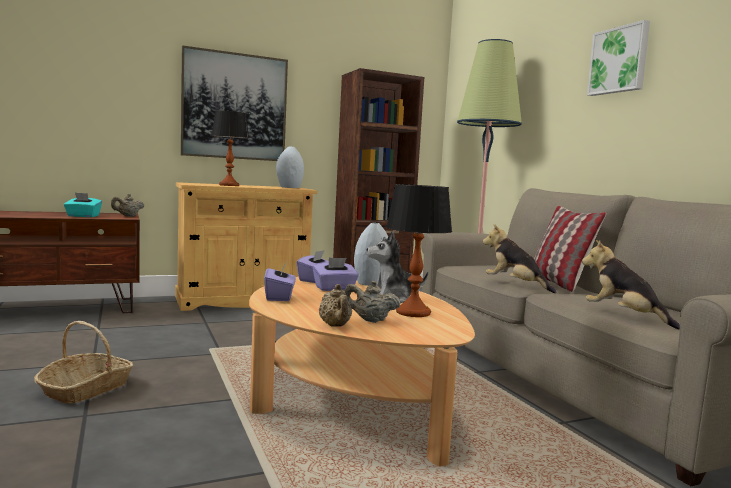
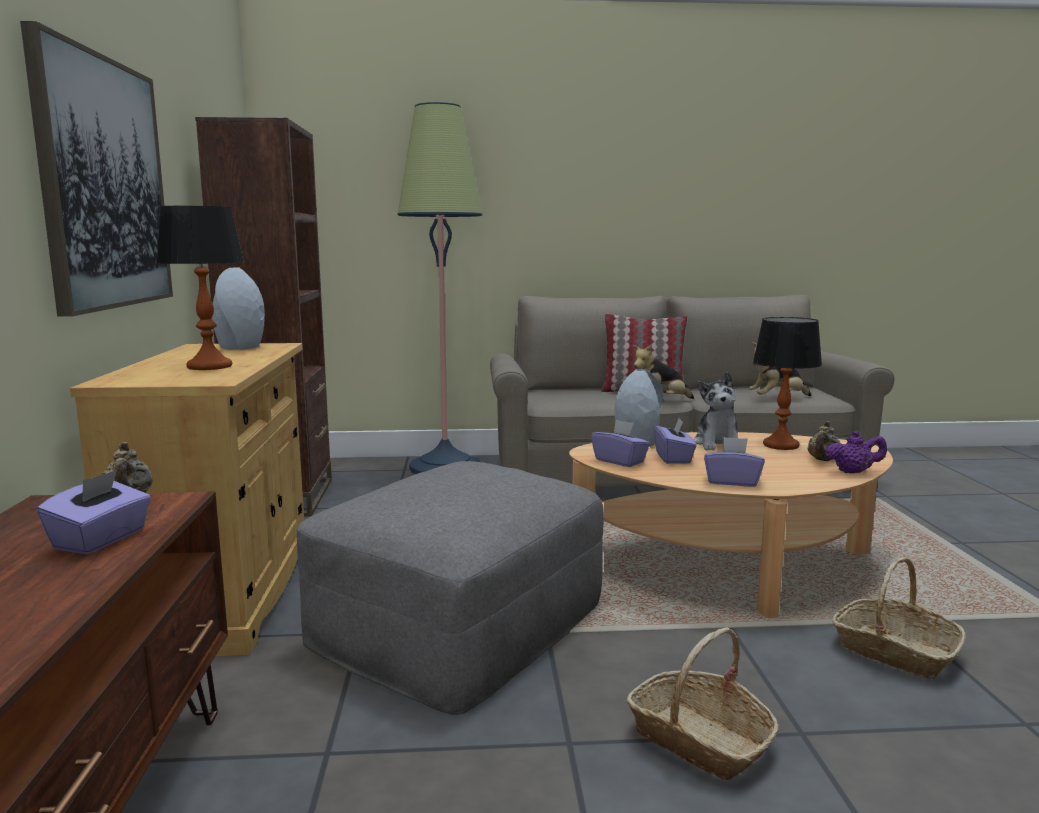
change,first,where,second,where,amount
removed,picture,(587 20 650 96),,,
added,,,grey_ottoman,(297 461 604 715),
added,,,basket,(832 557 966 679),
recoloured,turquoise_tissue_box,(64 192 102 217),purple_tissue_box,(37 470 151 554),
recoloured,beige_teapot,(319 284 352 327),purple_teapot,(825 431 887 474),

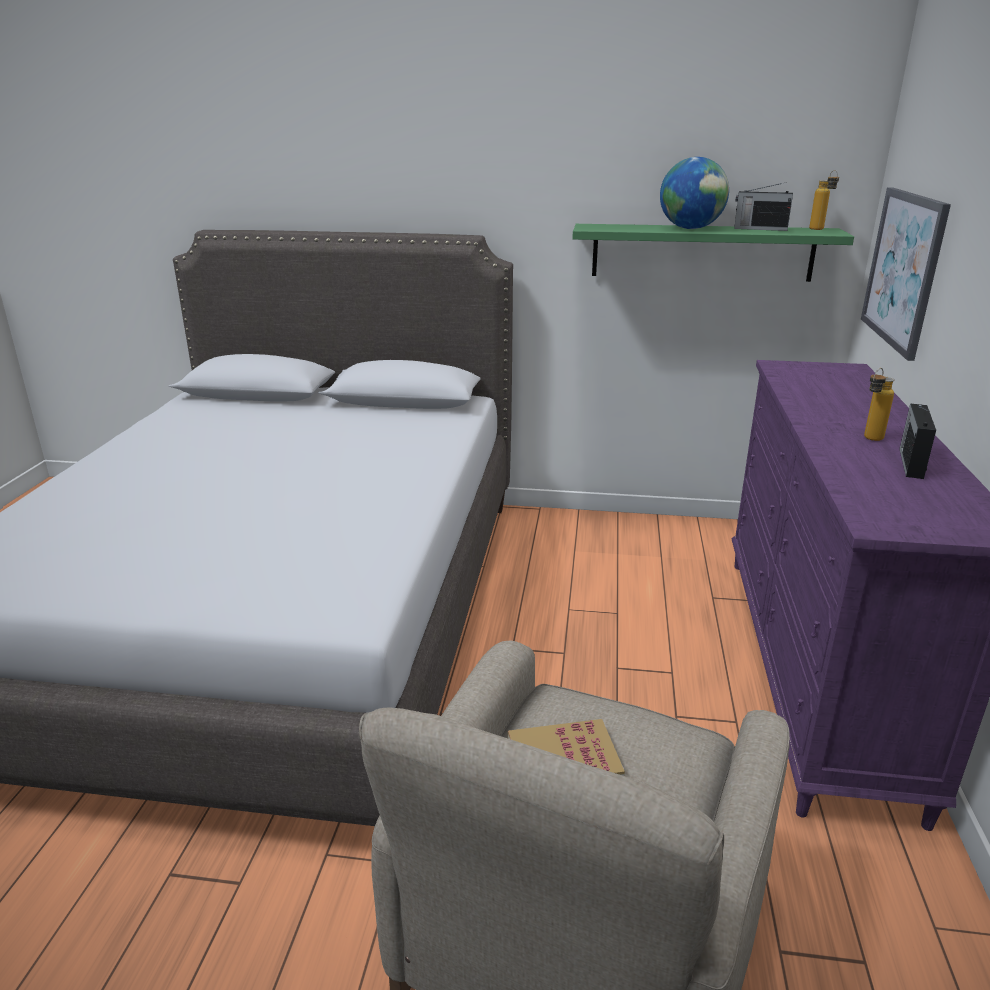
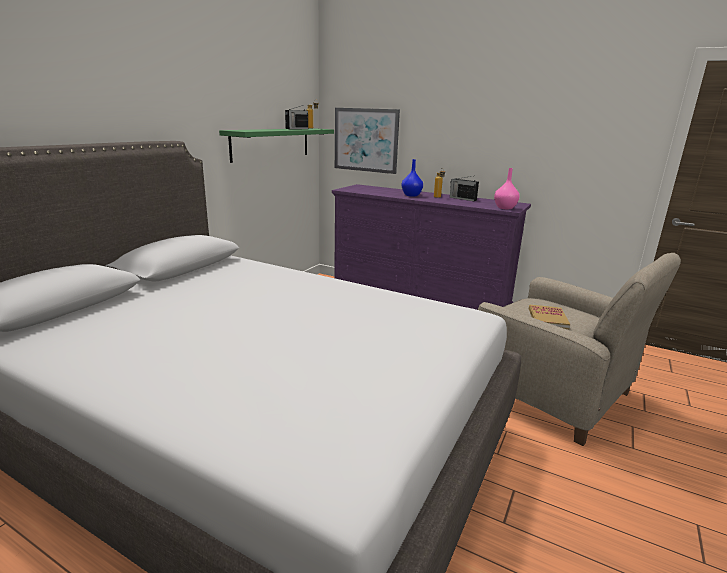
change,first,where,second,where,amount
removed,globe,(660 157 729 229),,,
added,,,blue_vase,(402 159 423 197),
added,,,pink_vase,(494 168 520 209),

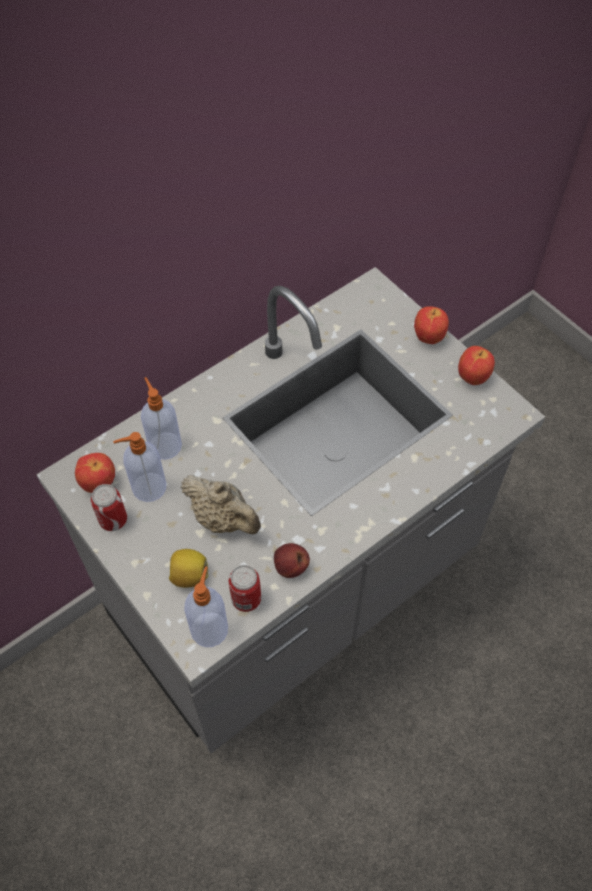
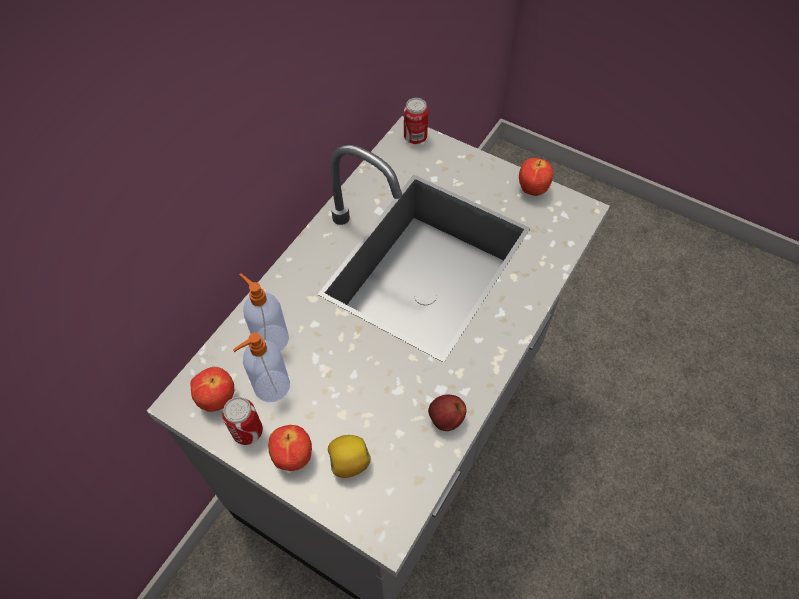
change,first,where,second,where,amount
removed,beige_teapot,(181 475 261 534),,,
removed,soap_dispenser,(184 566 228 647),,,
moved,can,(228 565 261 612),,(404 98 428 144),
moved,apple,(414 306 449 344),,(268 425 312 471),

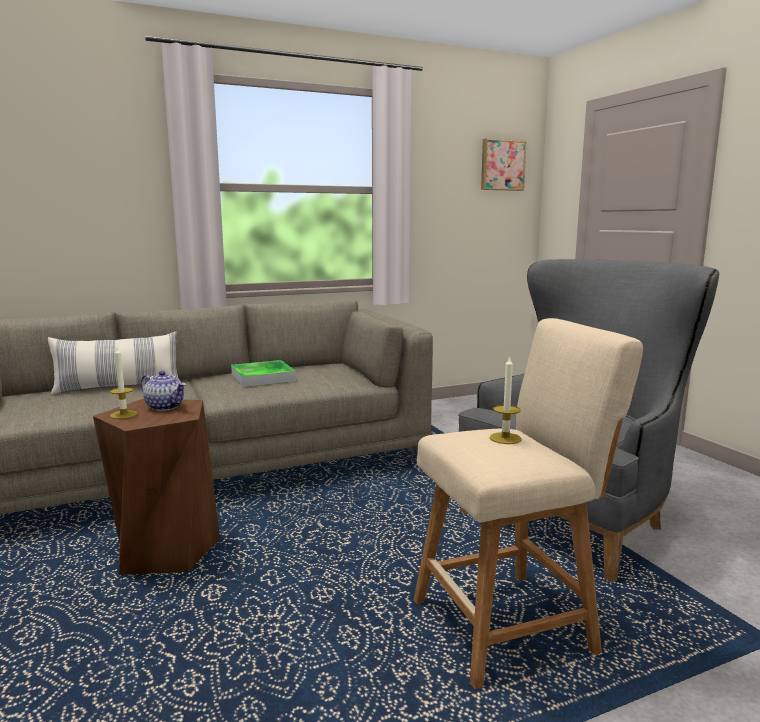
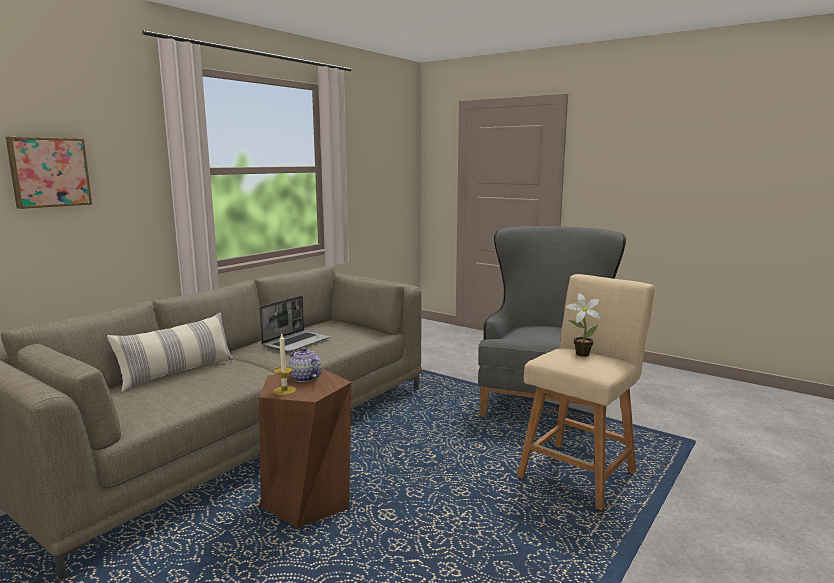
change,first,where,second,where,amount
moved,picture,(481 138 527 191),,(6 137 92 209),
replaced,tray,(231 360 296 387),laptop,(259 296 330 352),
replaced,candle,(490 356 522 444),potted_plant,(566 293 601 357),
turned,teapot,(141 371 186 411),,(288 348 322 382),135 degrees counterclockwise

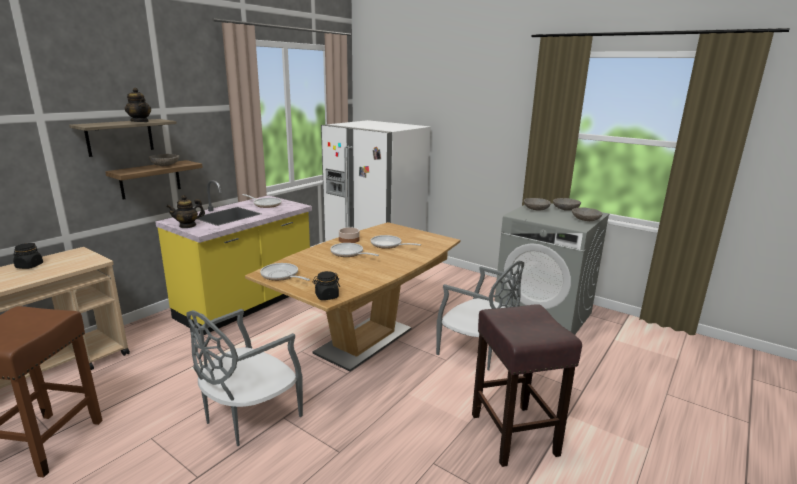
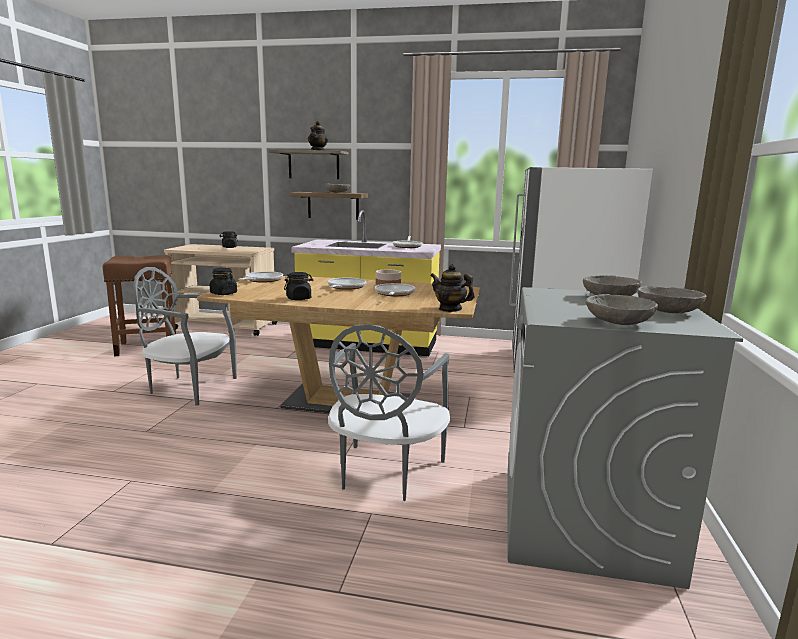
change,first,where,second,where,amount
removed,brown_stool,(472 304 582 467),,,
added,,,black_jar,(284 272 313 300),
moved,teapot,(166 195 205 228),,(430 264 474 312),

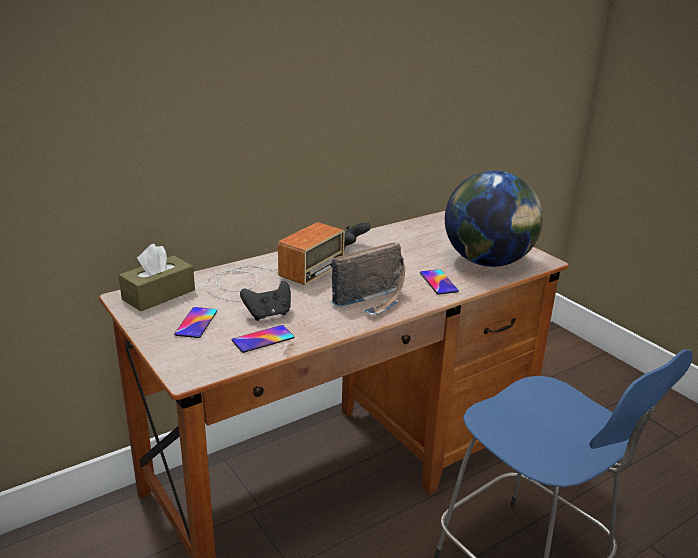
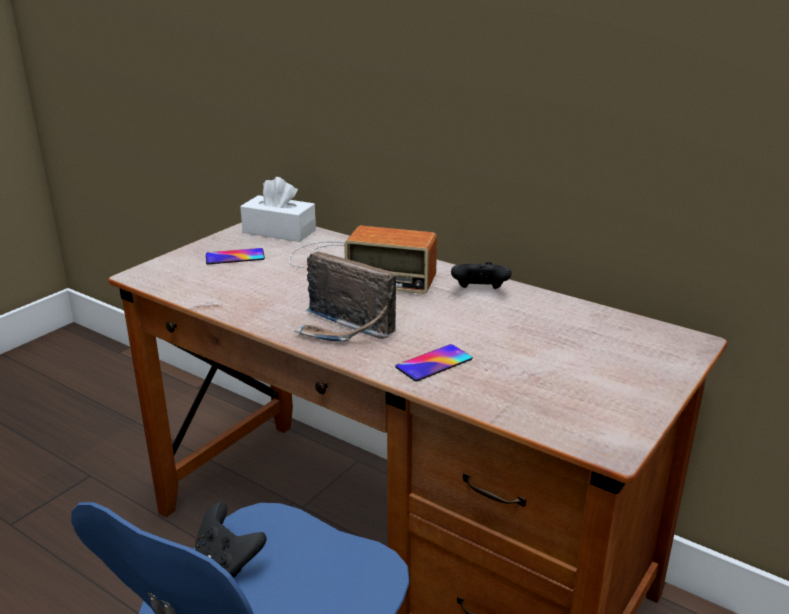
change,first,where,second,where,amount
removed,phone,(232 325 294 353),,,
removed,globe,(445 170 543 267),,,
moved,black_game_controller,(240 281 291 321),,(195 502 267 578),
recoloured,brown_tissue_box,(119 244 195 311),white_tissue_box,(240 177 316 242),

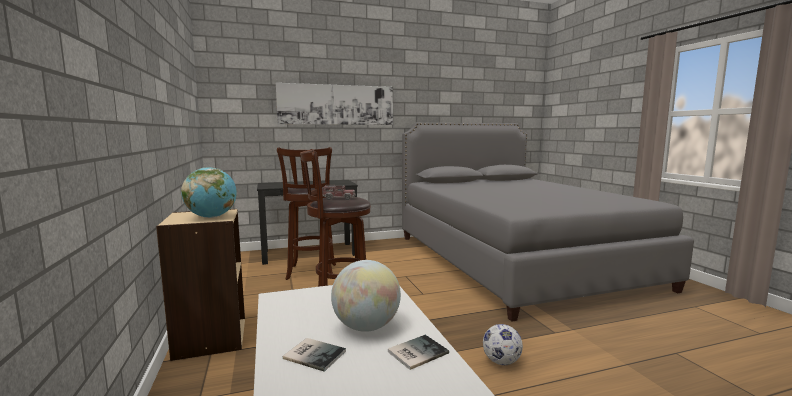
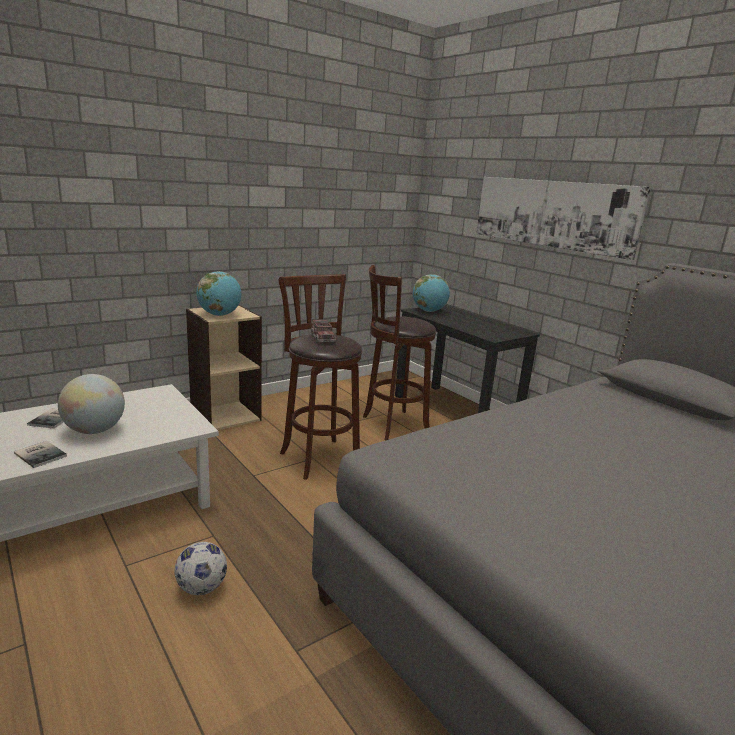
change,first,where,second,where,amount
added,,,globe,(413 274 450 312),

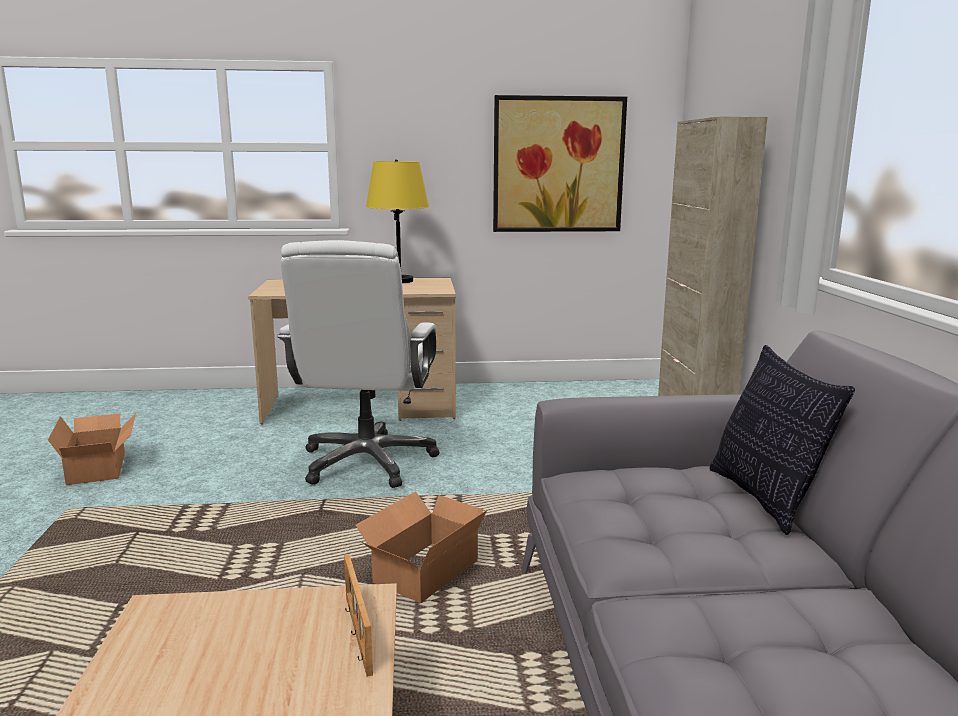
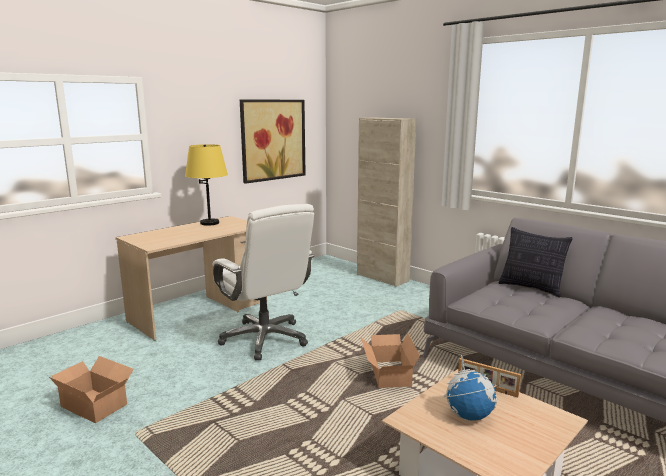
change,first,where,second,where,amount
added,,,globe,(443 355 497 421),

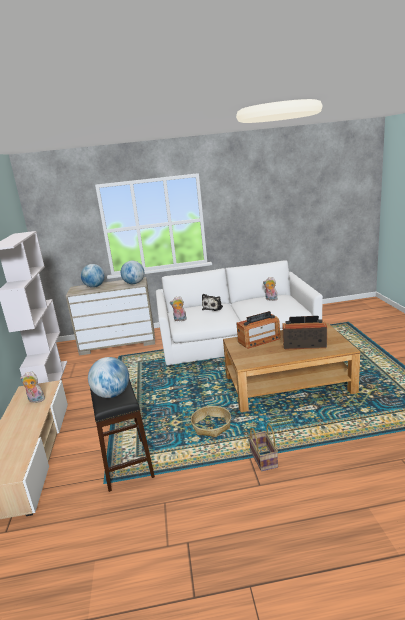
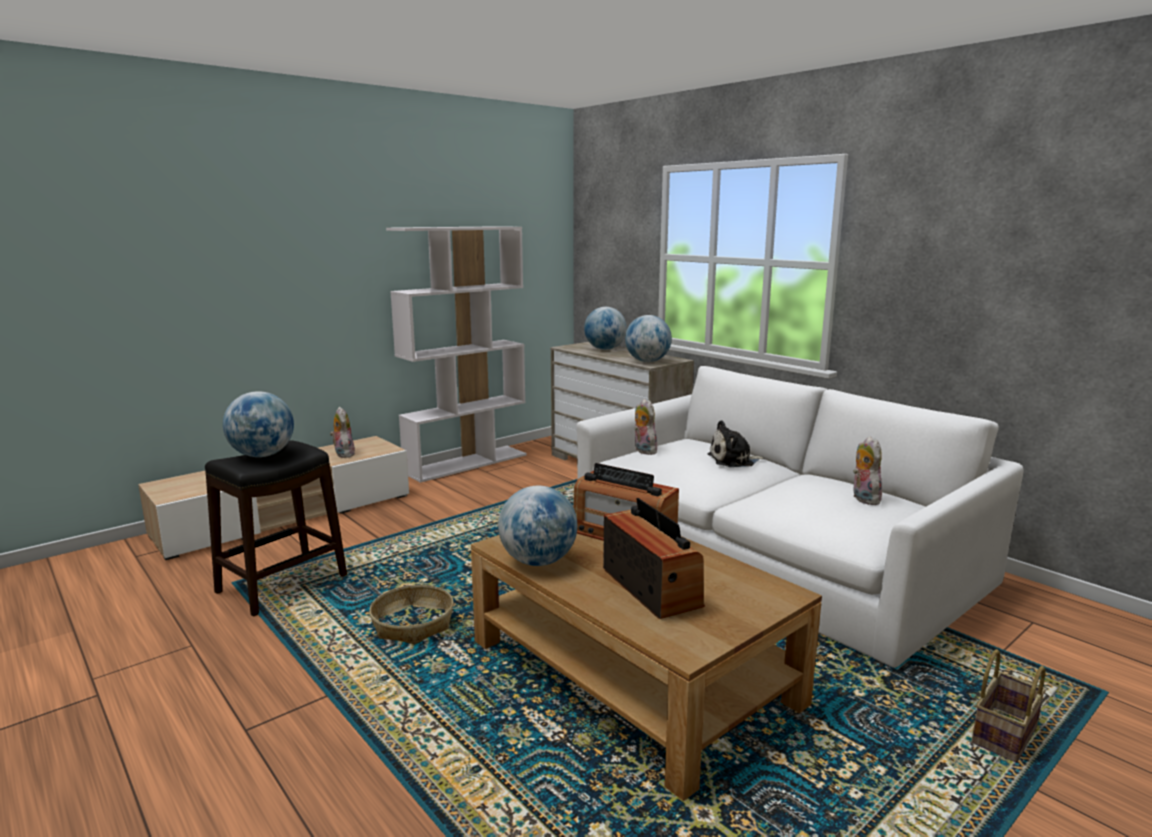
change,first,where,second,where,amount
added,,,globe,(498 486 577 566),
moved,basket,(249 424 278 472),,(971 649 1046 762),

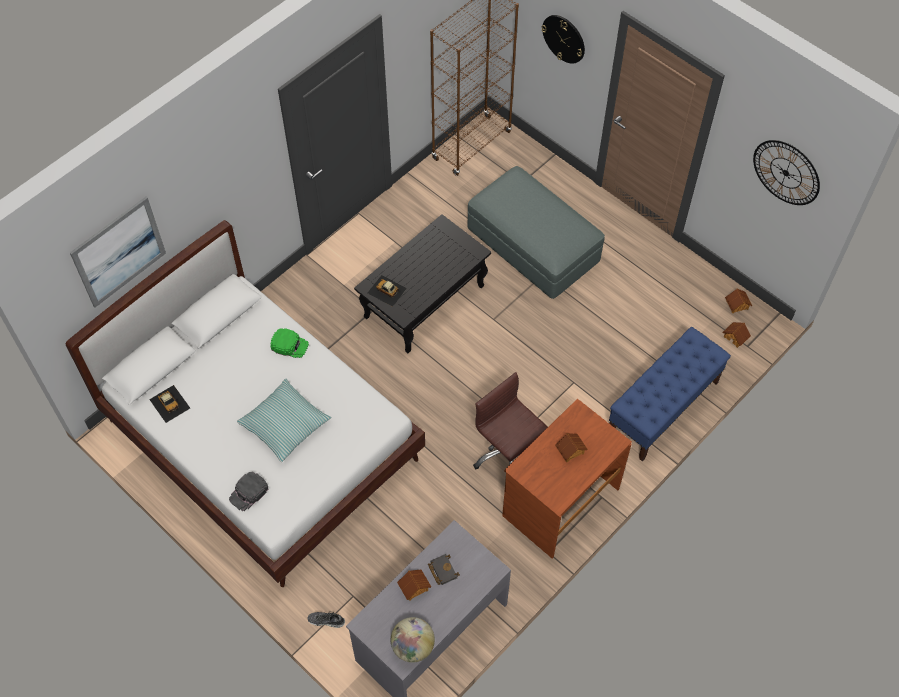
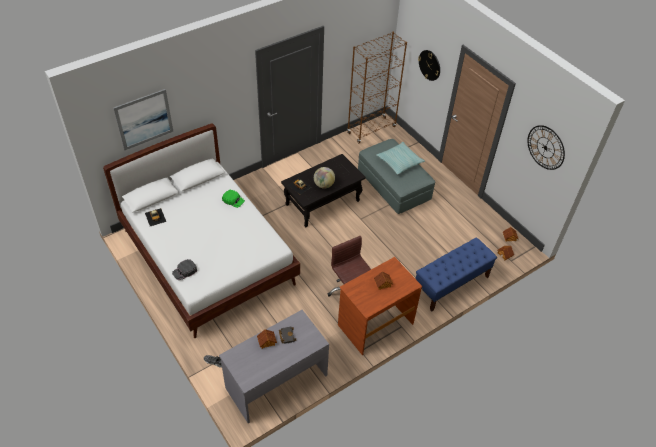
change,first,where,second,where,amount
moved,pillow,(237 378 332 462),,(377 142 425 175),
moved,globe,(391 617 435 663),,(314 167 335 189),

